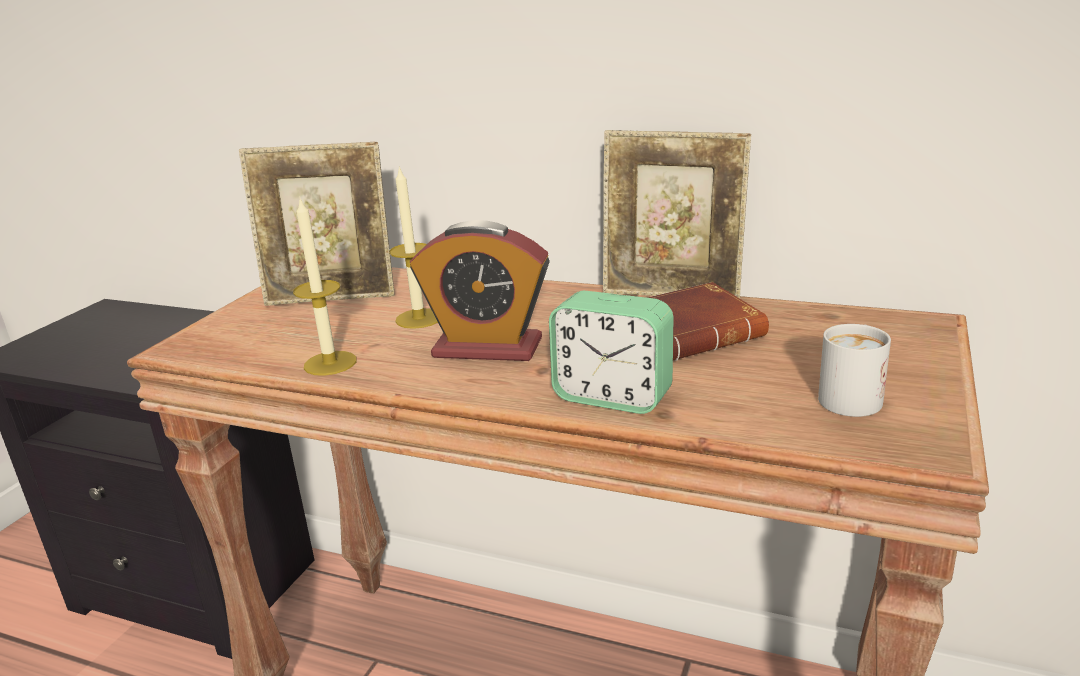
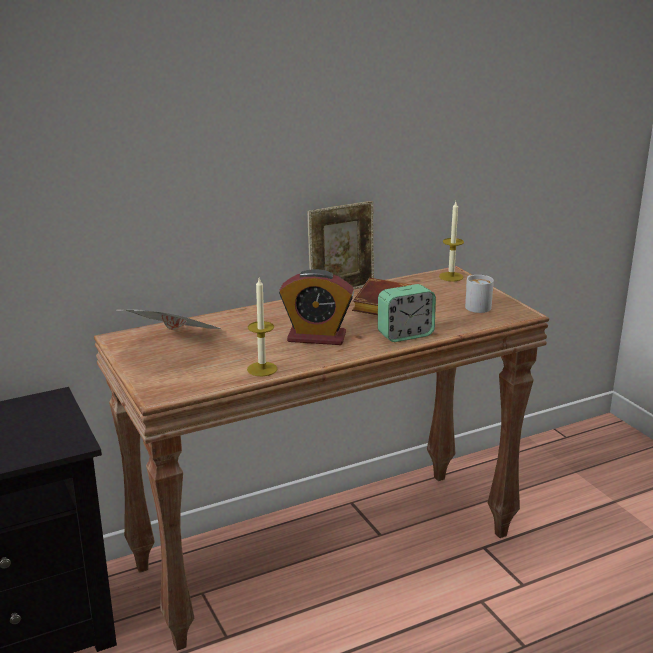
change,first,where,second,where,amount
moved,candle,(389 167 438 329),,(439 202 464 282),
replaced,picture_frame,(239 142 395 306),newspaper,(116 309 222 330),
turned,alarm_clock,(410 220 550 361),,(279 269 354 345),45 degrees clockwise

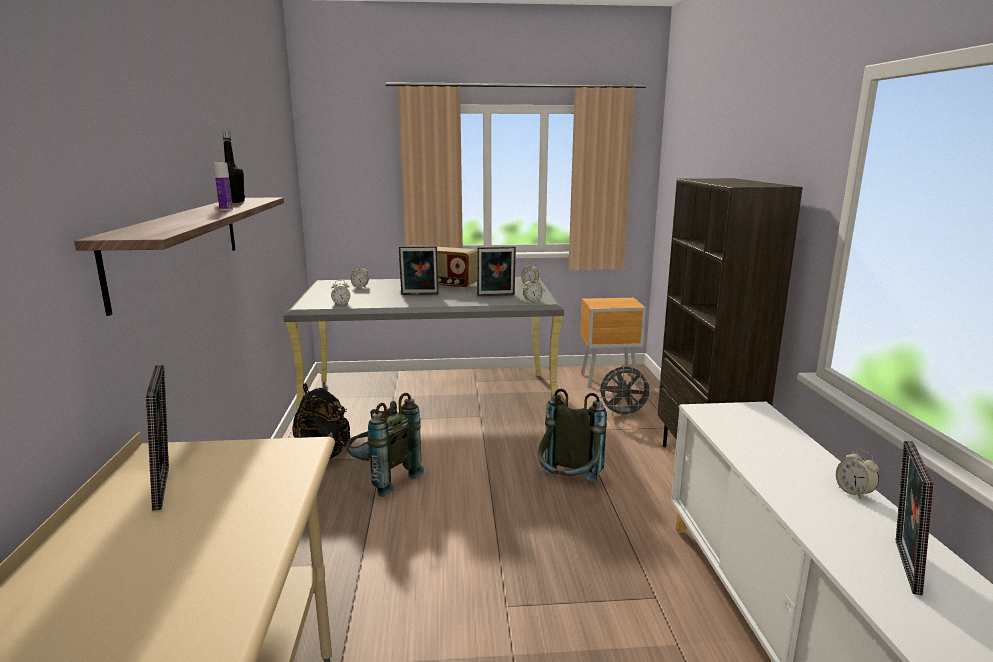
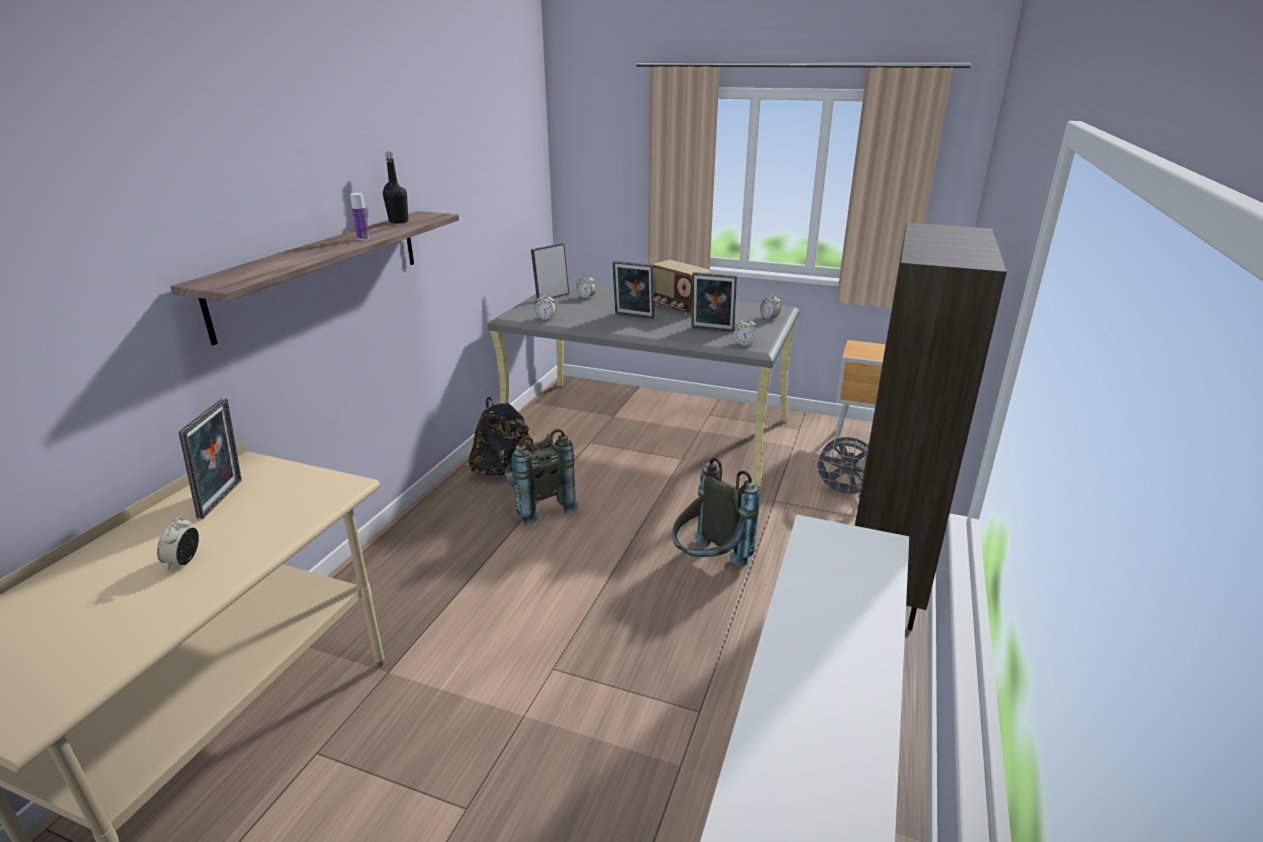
change,first,where,second,where,amount
moved,alarm_clock,(836 449 879 500),,(157 516 199 569),
moved,picture_frame,(896 441 933 596),,(531 243 569 301),

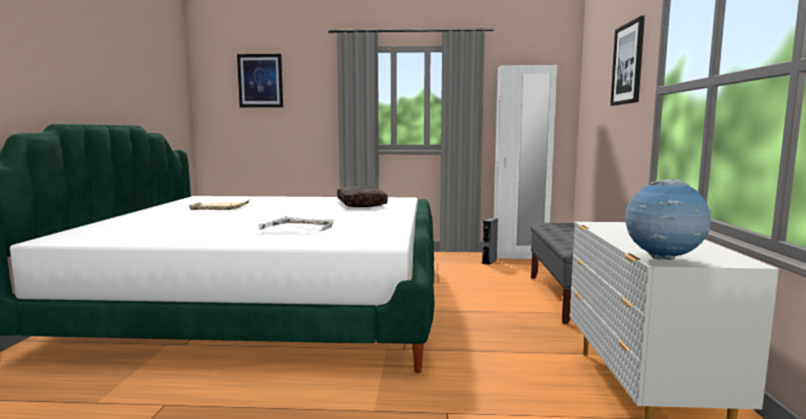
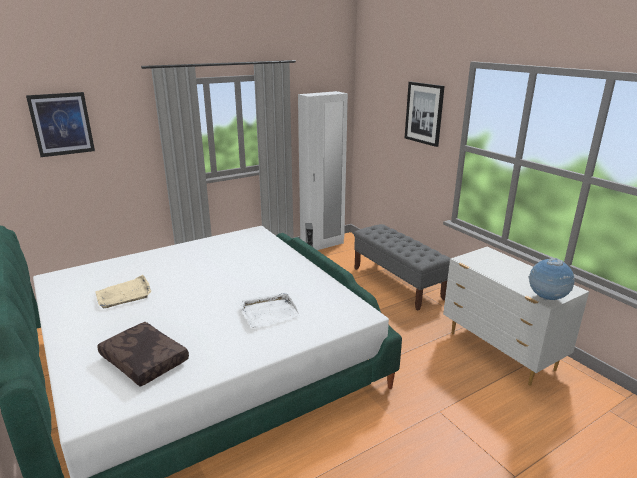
change,first,where,second,where,amount
moved,brown_pillow,(337 186 388 207),,(97 322 189 387),

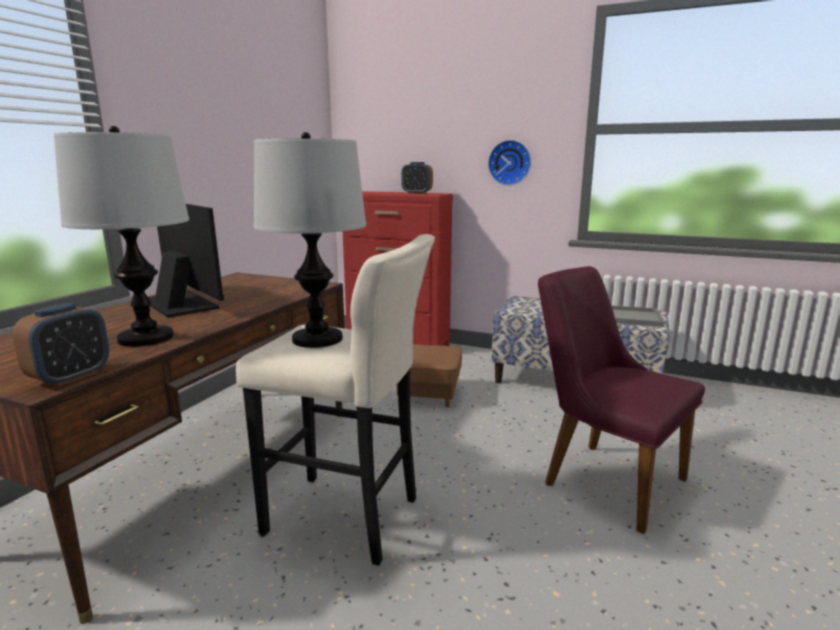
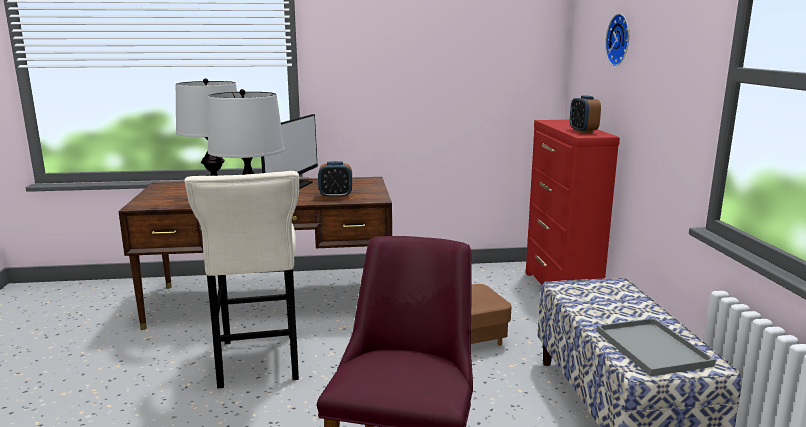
change,first,where,second,where,amount
moved,alarm_clock,(12 303 109 387),,(318 161 352 198),
moved,wall_clock,(488 140 531 186),,(605 13 629 66),

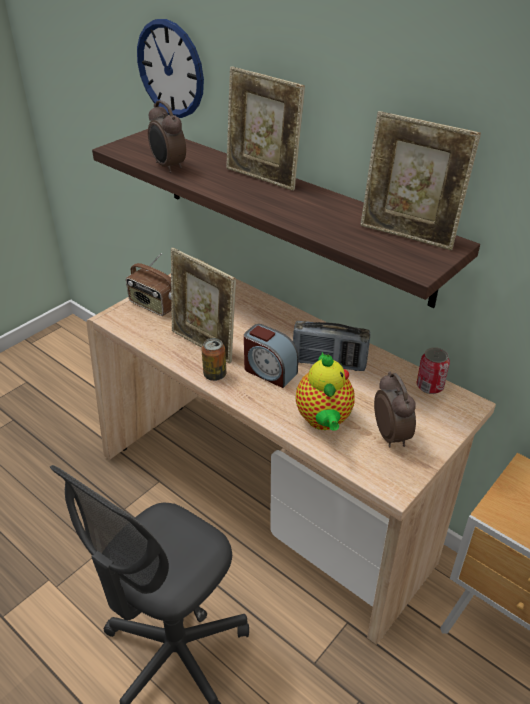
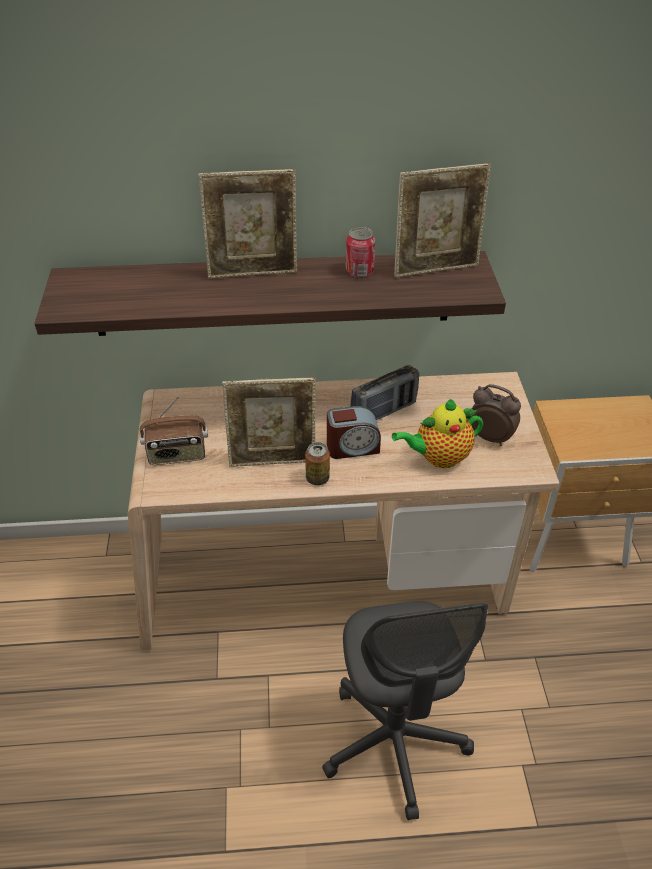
change,first,where,second,where,amount
removed,wall_clock,(137 19 204 118),,,
removed,alarm_clock,(148 100 186 173),,,
moved,can,(416 347 450 394),,(346 227 375 277),
turned,teapot,(296 352 355 431),,(392 398 483 468),120 degrees clockwise

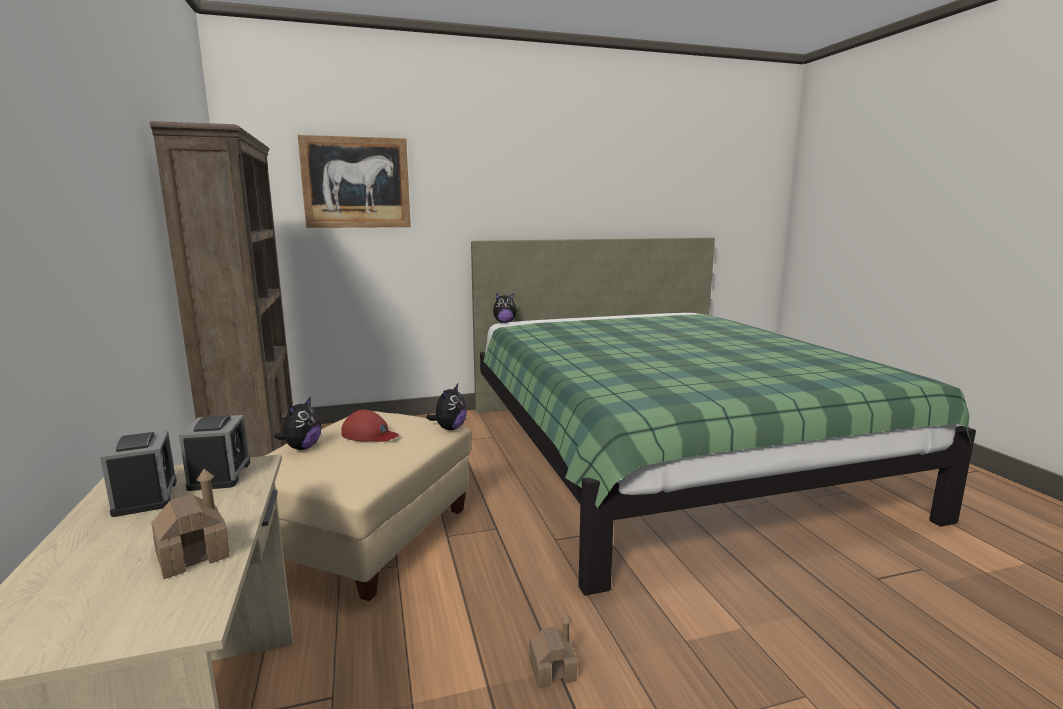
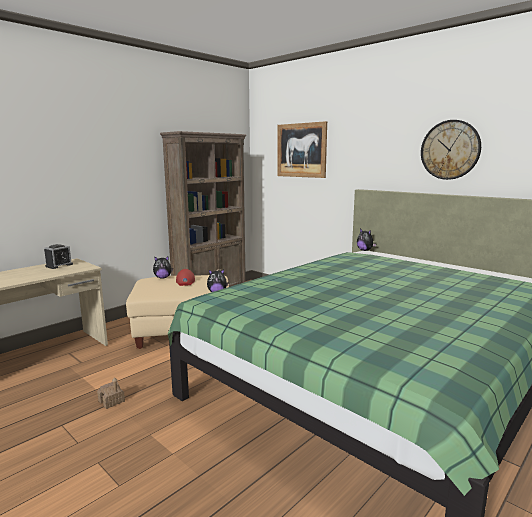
change,first,where,second,where,amount
removed,toy_house,(151 469 230 579),,,
removed,alarm_clock,(179 415 250 491),,,
added,,,wall_clock,(421 120 481 180),

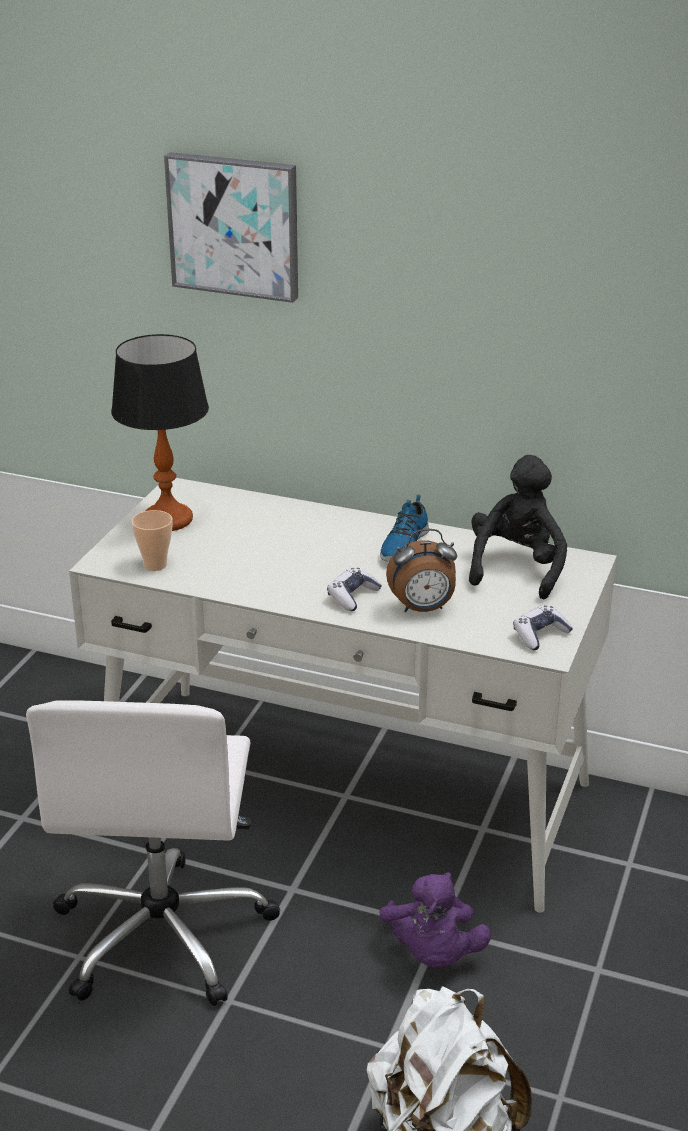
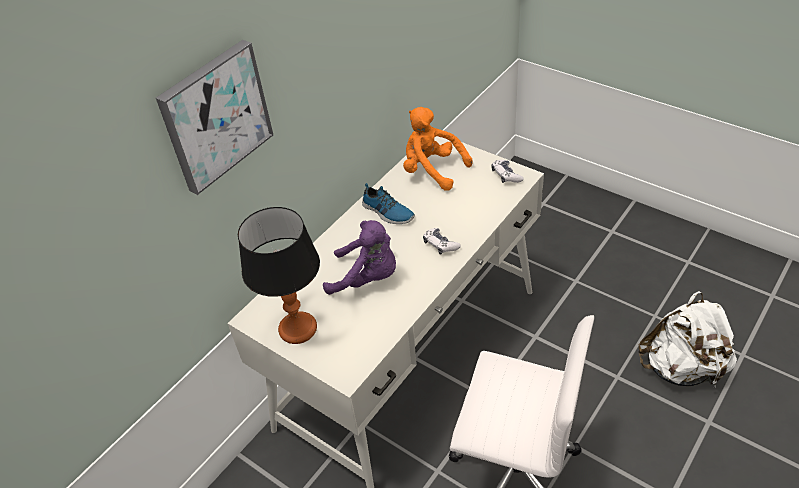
change,first,where,second,where,amount
removed,cup,(131 510 172 571),,,
removed,alarm_clock,(386 529 457 612),,,
moved,purple_plush_toy,(379 872 491 967),,(323 220 396 295),
recoloured,black_plush_toy,(469 455 567 599),orange_plush_toy,(403 107 472 191),

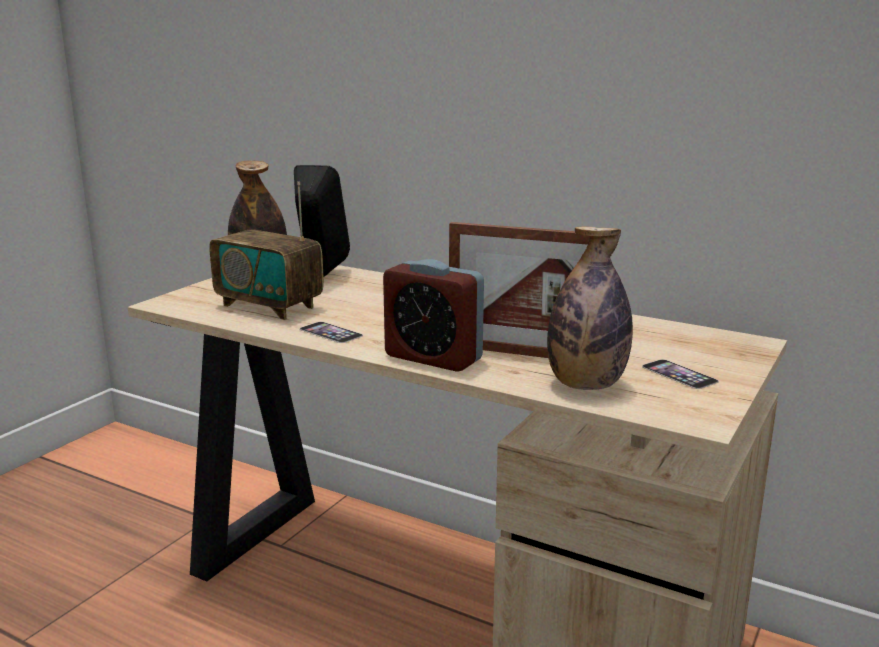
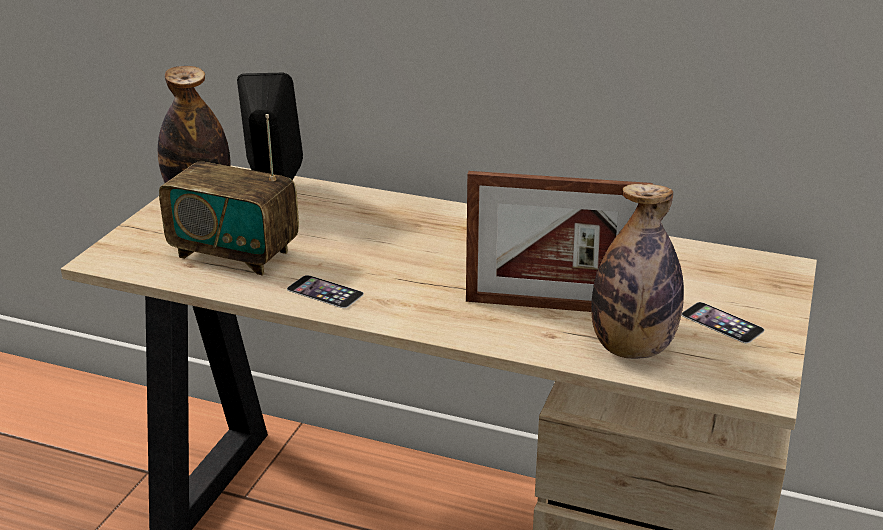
change,first,where,second,where,amount
removed,alarm_clock,(383 259 484 372),,,

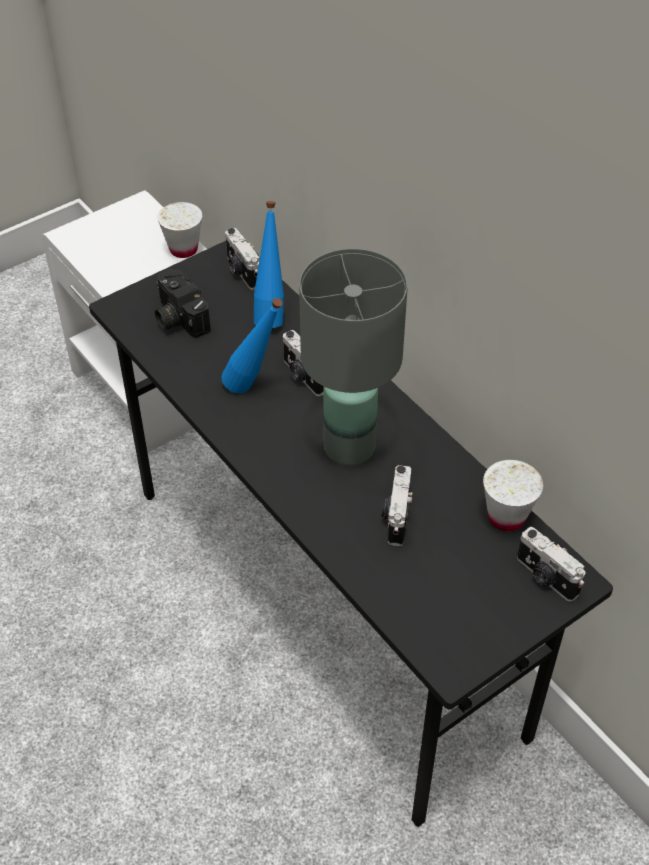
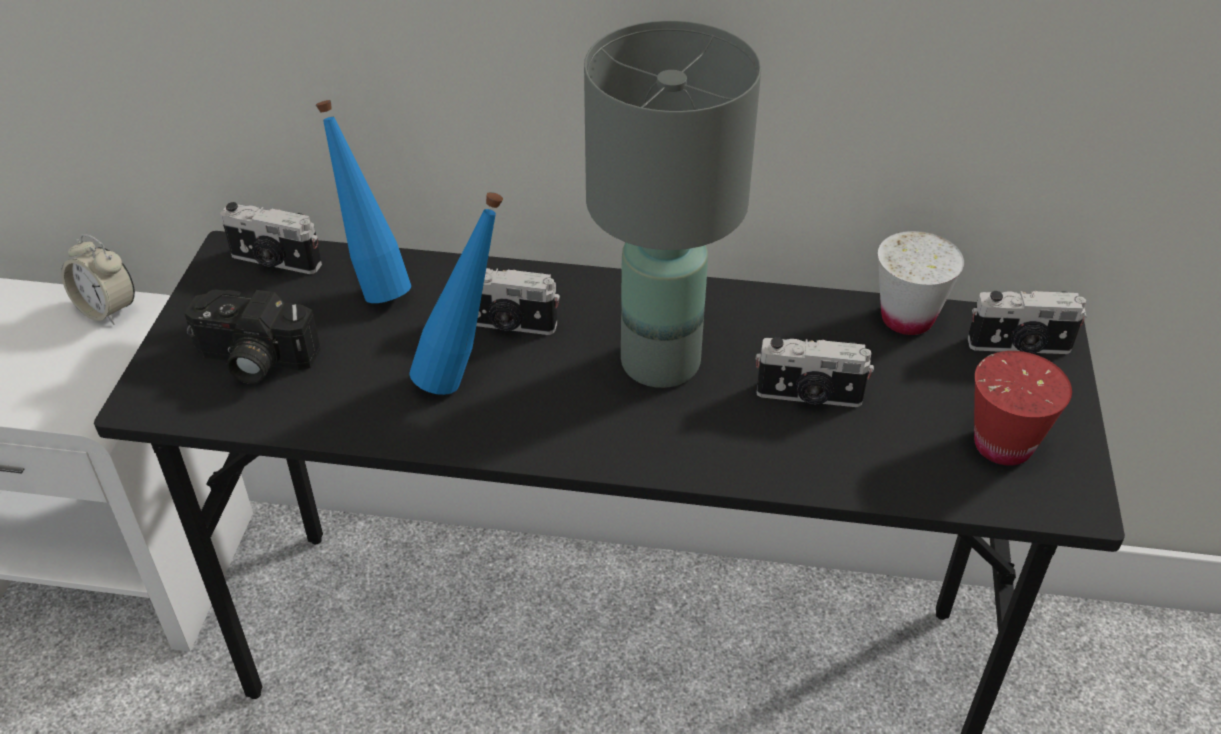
change,first,where,second,where,amount
added,,,red_cup,(974 351 1072 466),
replaced,white_cup,(158 202 202 258),alarm_clock,(61 234 135 325),
turned,photo_camera,(382 465 412 546),,(756 337 874 407),45 degrees counterclockwise

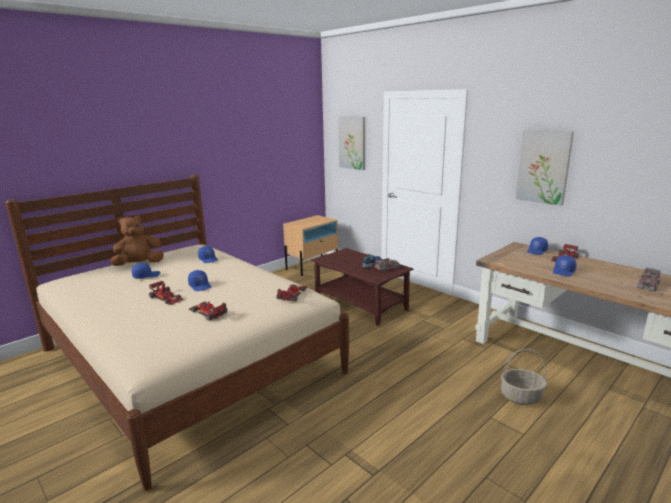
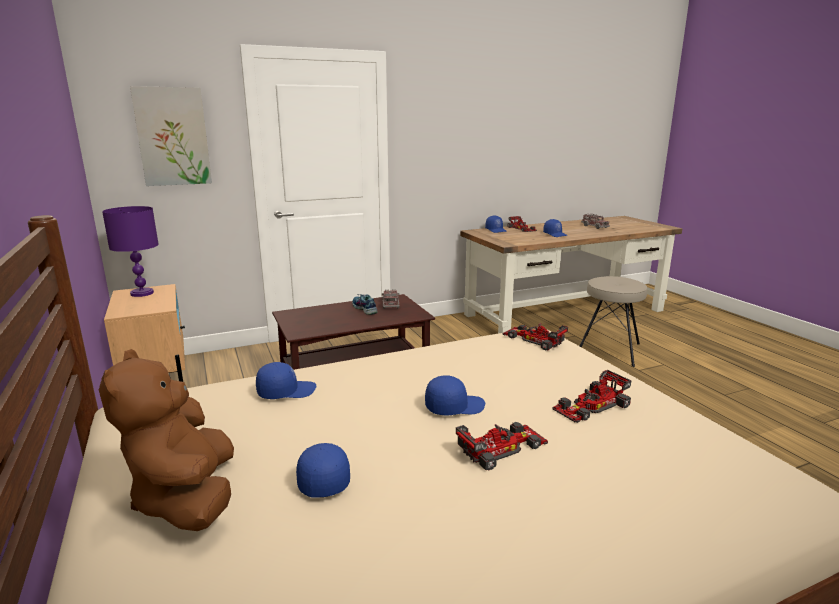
change,first,where,second,where,amount
removed,picture,(515 130 574 206),,,
added,,,purple_table_lamp,(102 206 159 297),
replaced,basket,(501 349 547 405),beige_stool,(580 276 647 367),

